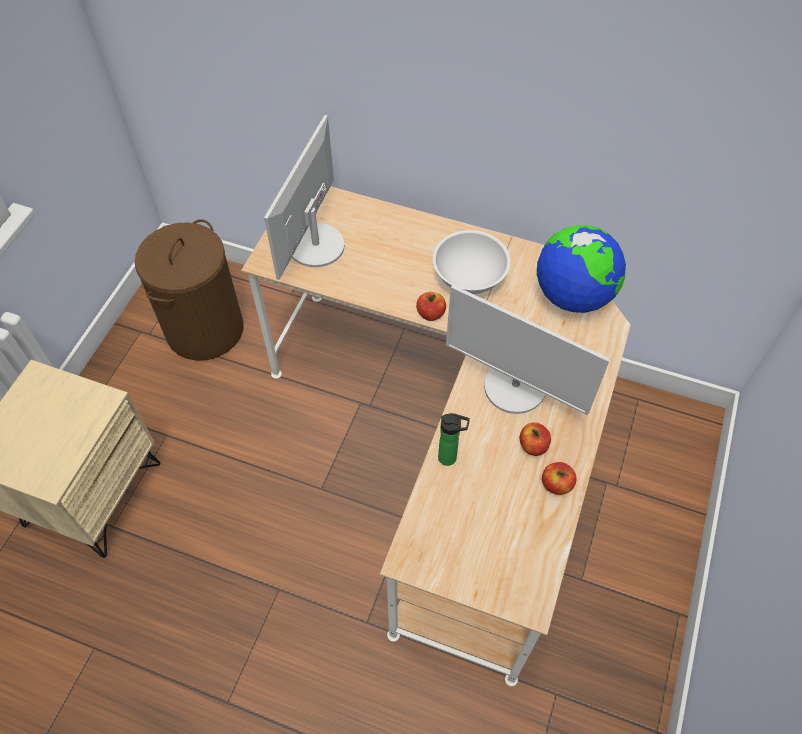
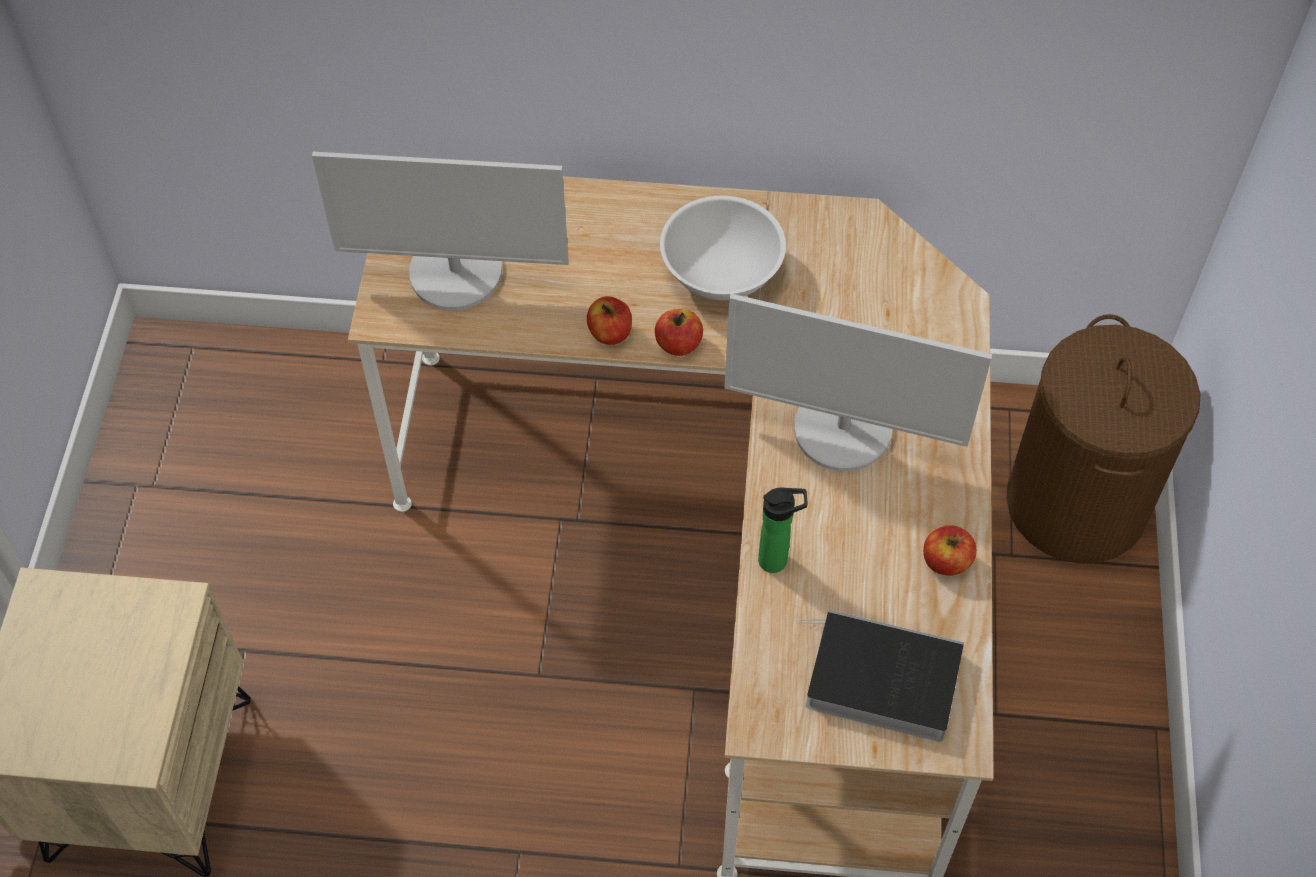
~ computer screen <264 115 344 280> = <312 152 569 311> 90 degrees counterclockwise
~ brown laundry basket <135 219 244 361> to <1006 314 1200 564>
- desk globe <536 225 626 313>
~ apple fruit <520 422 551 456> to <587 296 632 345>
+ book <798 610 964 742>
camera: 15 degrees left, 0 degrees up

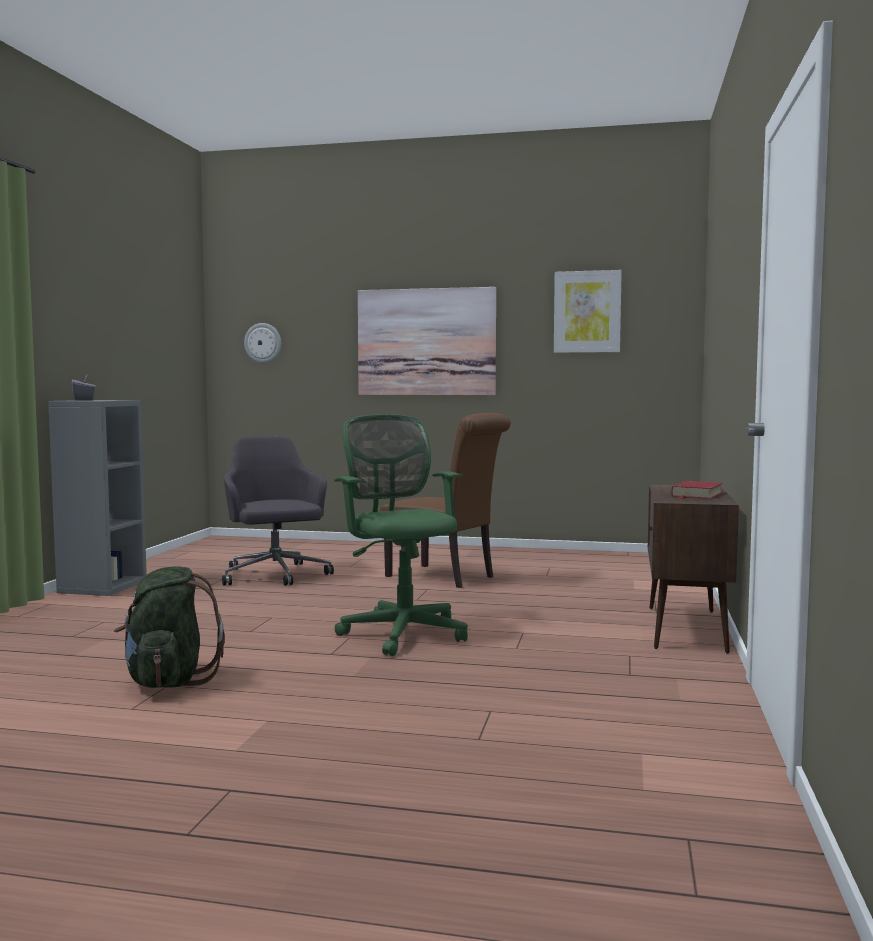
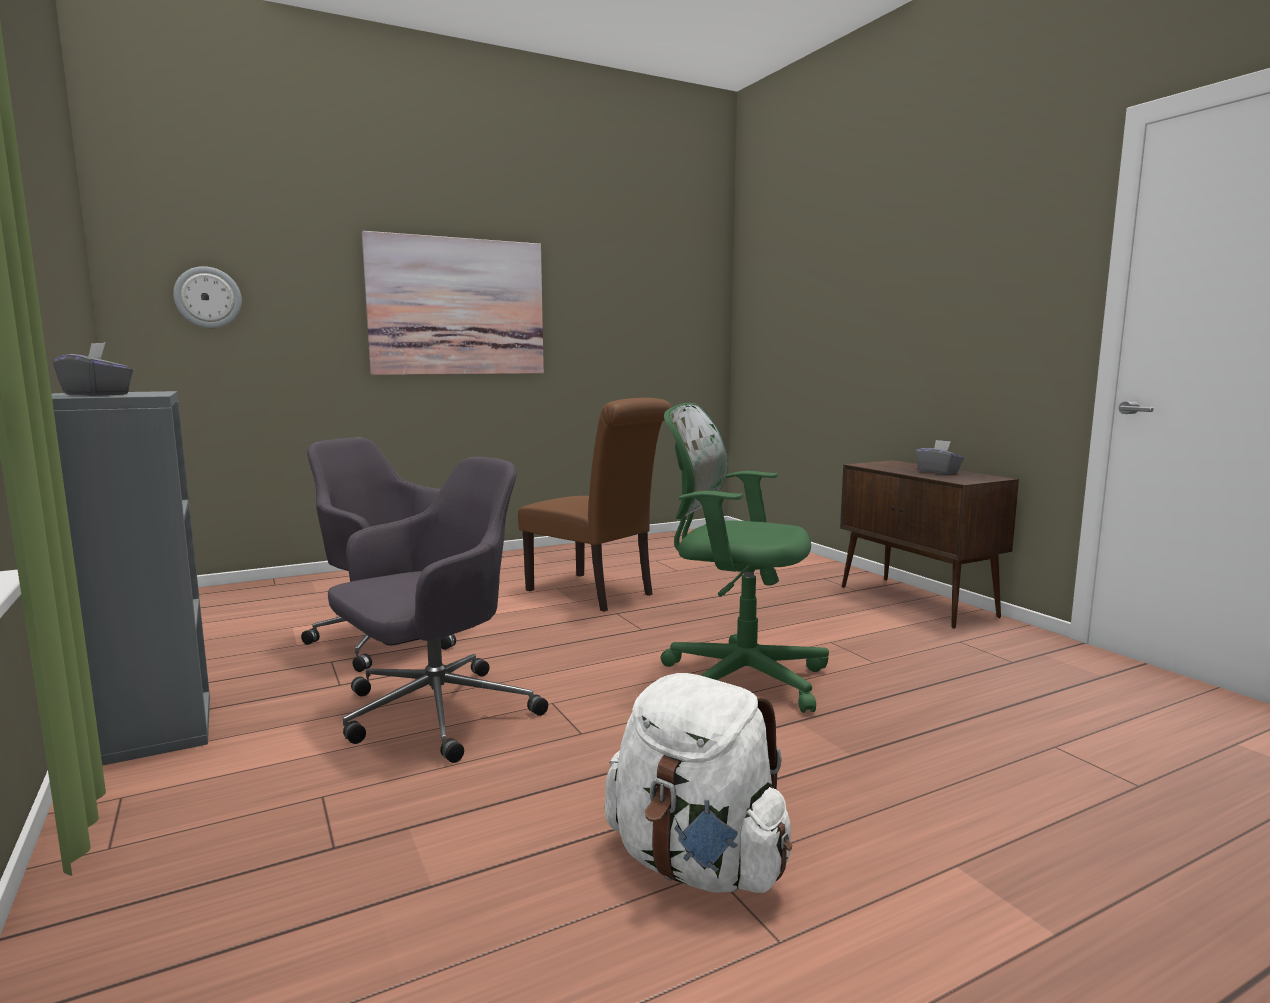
- picture <554 270 622 353>
~ brown chair <380 413 511 588> = <518 398 672 612> 45 degrees clockwise
~ reddish book <672 481 723 499> to greyish tissue holder <915 440 964 474>
~ green rucksack <114 566 225 688> to whitish rucksack <605 673 792 893>
+ greyish desk chair <328 457 548 763>
camera: 40 degrees left, 5 degrees up

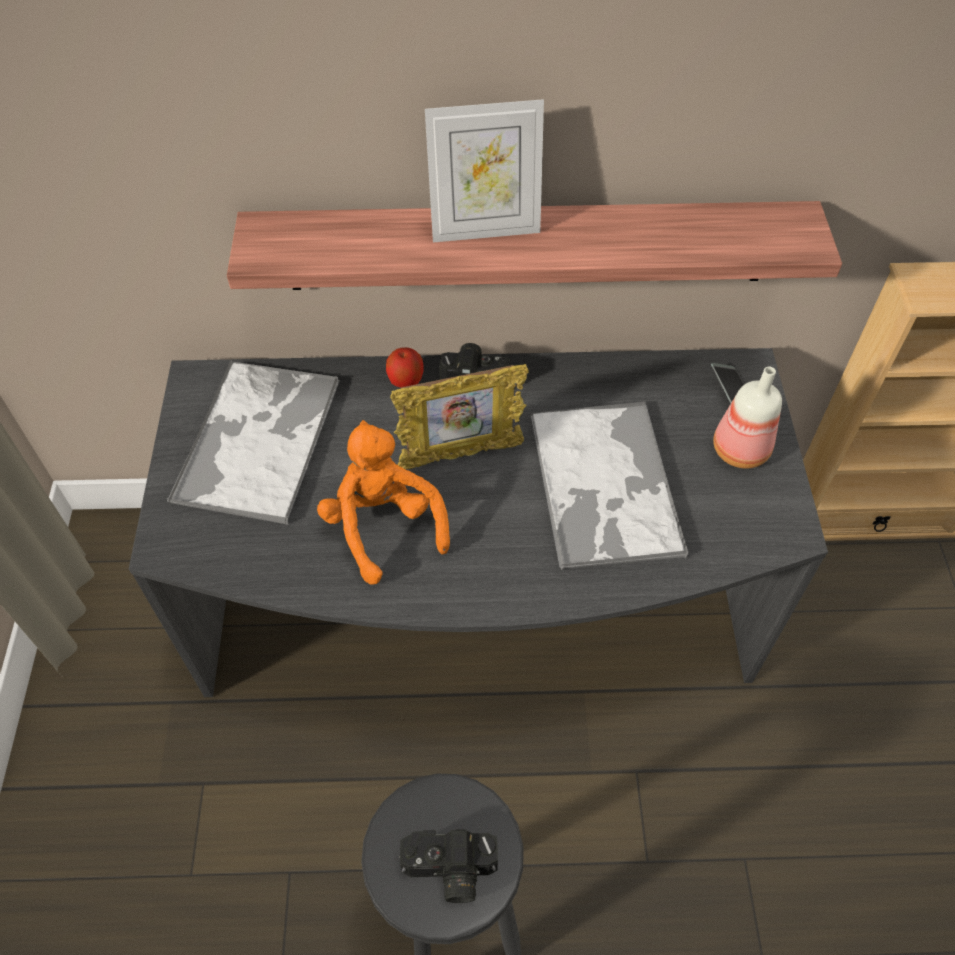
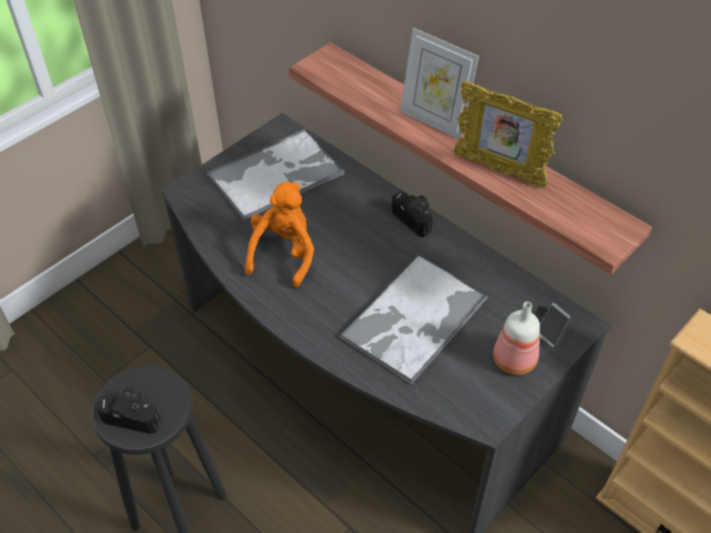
- apple fruit <386 347 424 388>
~ standing frame <390 364 529 469> to <453 81 562 189>
~ photo camera <399 829 498 903> = <96 387 161 434> 150 degrees clockwise
camera: 45 degrees right, 5 degrees down

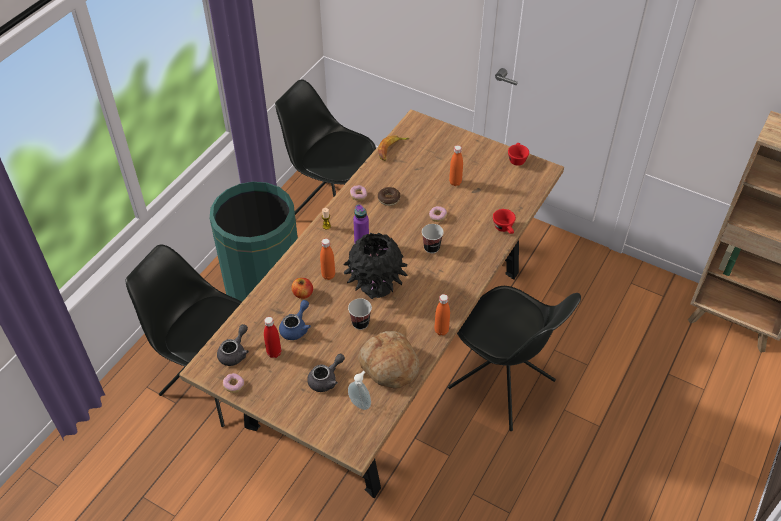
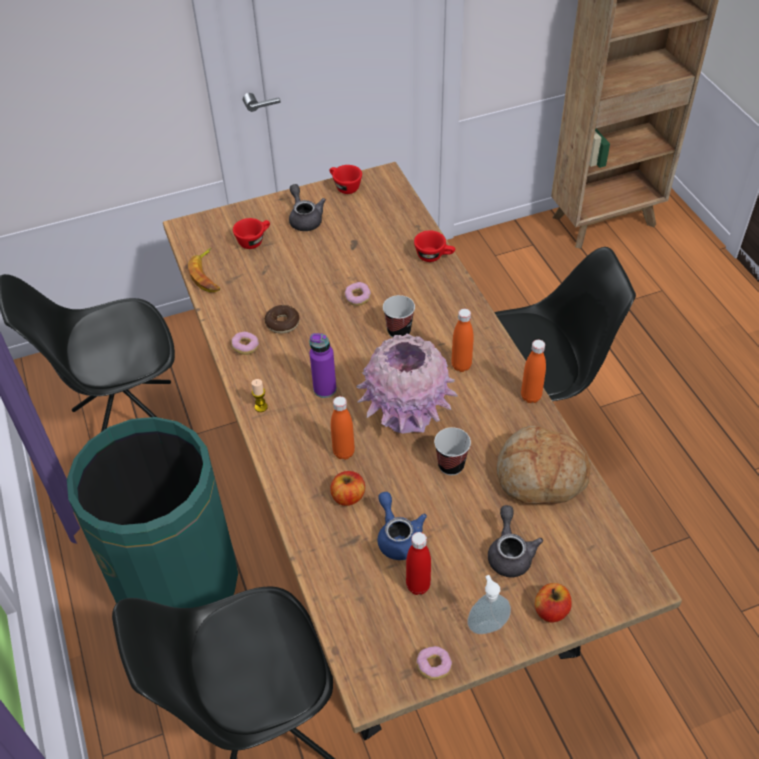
~ orange drink bottle <449 145 463 186> to <451 309 474 372>
~ black-coloured flower vase <344 233 408 299> to pink-coloured flower vase <356 334 458 434>
~ greyish pot for tea <217 324 249 366> to <289 184 326 231>
~ liquid soap bottle <348 371 371 410> to <467 575 511 634>
+ reddish cup <233 218 270 249>
+ apple fruit <535 583 572 622>
camera: 50 degrees left, 0 degrees up

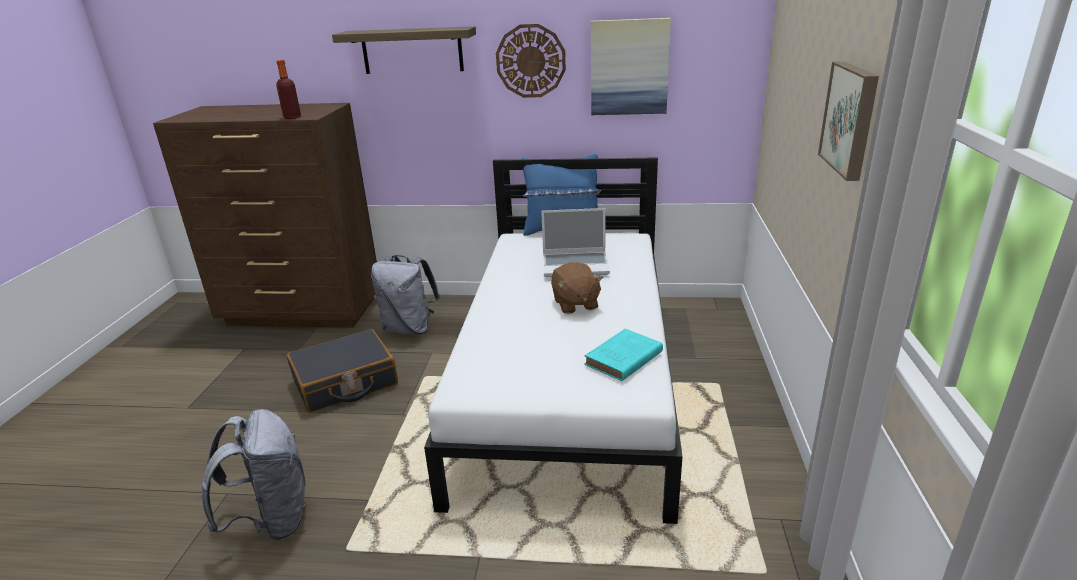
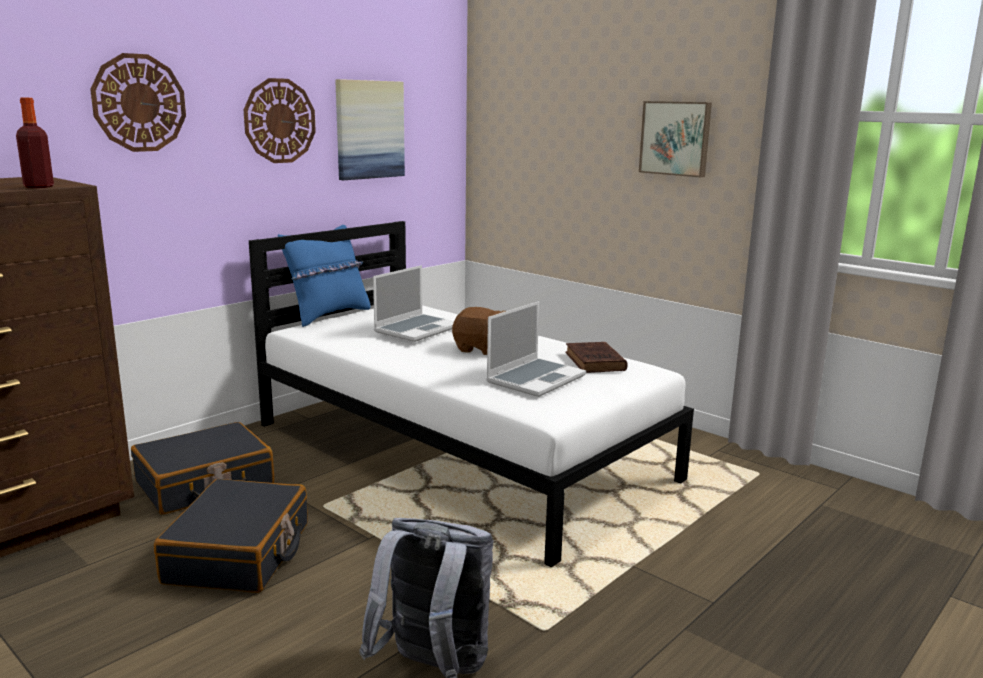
~ wall shelf <332 26 476 74> to clock on the wall <90 53 186 152>
~ greyish rucksack <371 255 440 334> to black-coloured travel case <131 422 274 515>
~ turquoise book <584 329 663 381> to brown book <565 342 628 373>
+ notebook computer <486 301 586 397>
camera: 55 degrees left, 10 degrees down

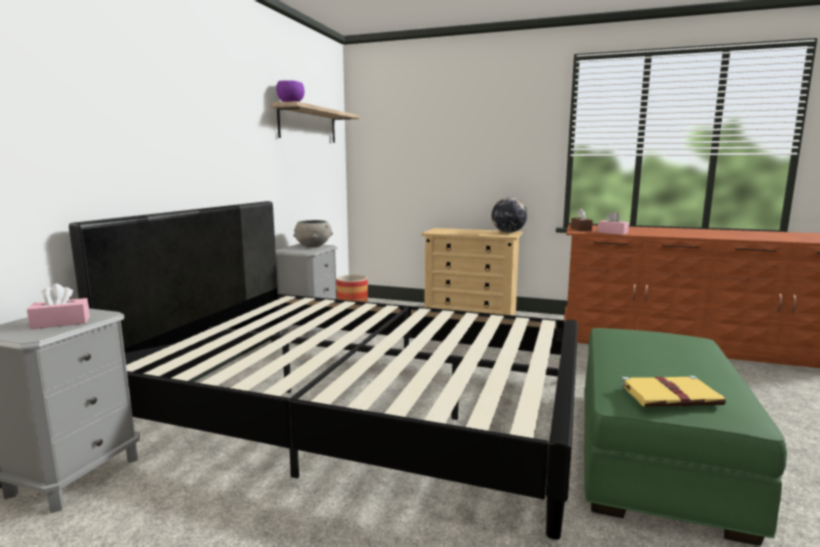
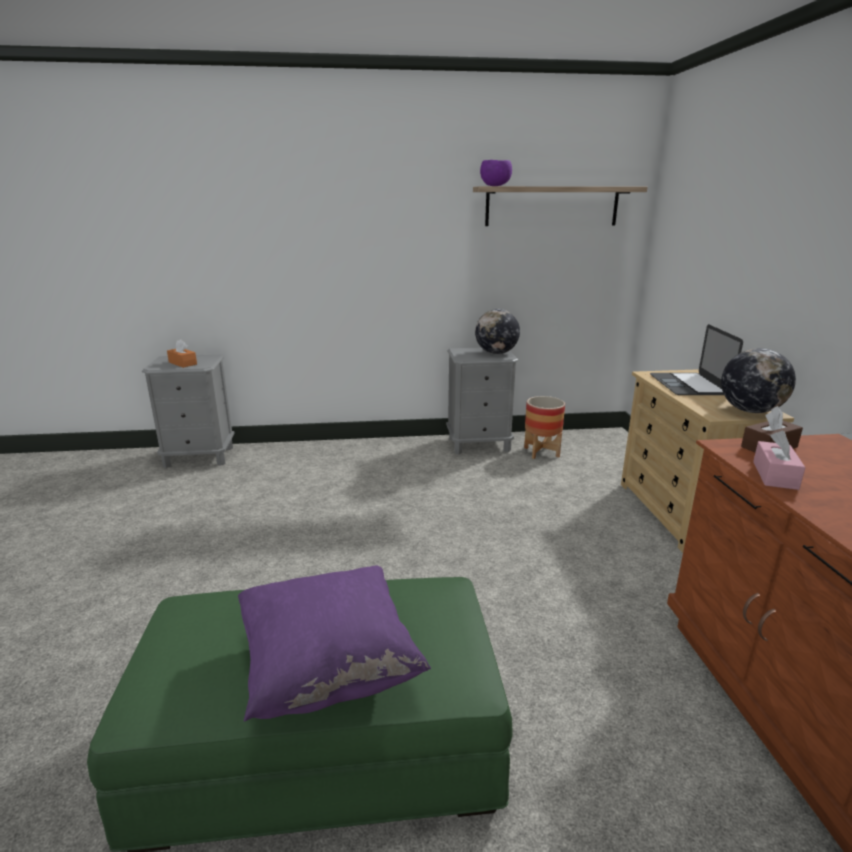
- black-coloured bed <69 201 578 540>
~ greyish bowl <293 220 333 247> to desk globe <475 309 520 354>
~ pink-coloured tissue holder <27 284 90 329> to orange tissue holder <167 339 197 368>
- yellow-coloured book <621 376 726 407>
+ notebook computer <650 324 743 395>
+ purple cushion <238 565 431 722>
camera: 65 degrees right, 10 degrees up

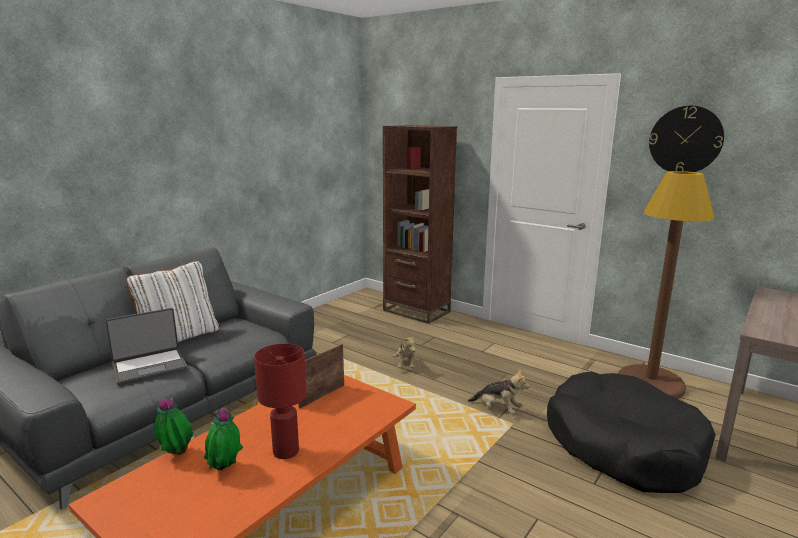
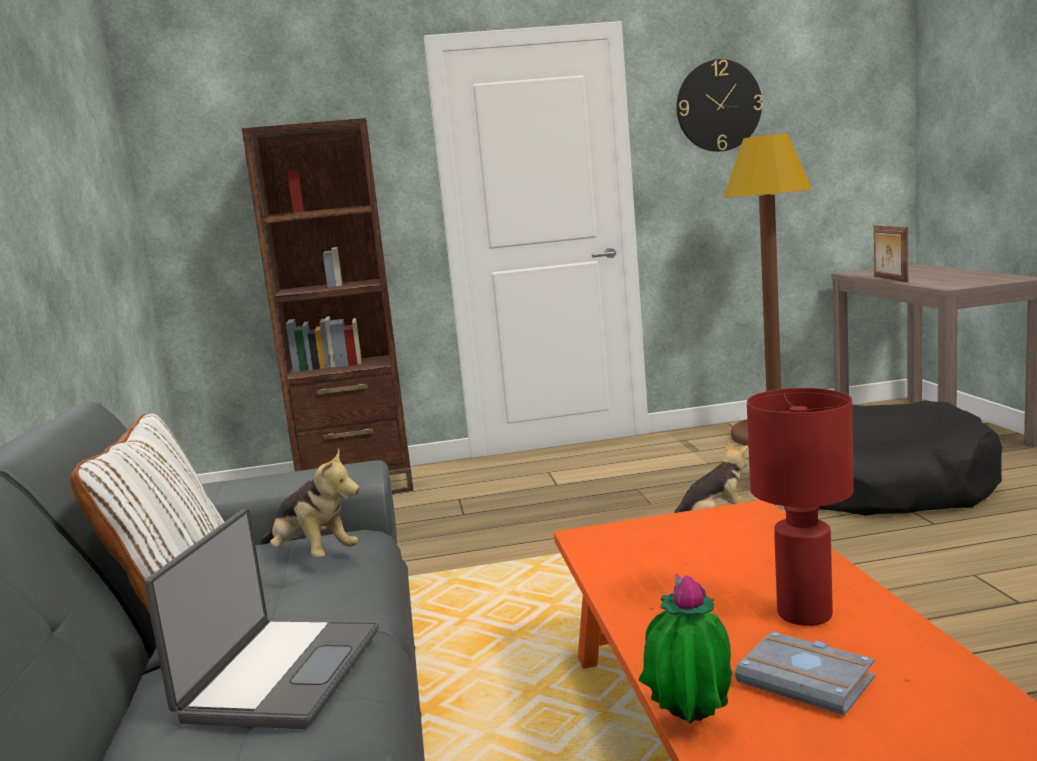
~ cuddly toy <393 334 416 368> to <260 449 360 558>
~ standing frame <298 344 344 409> to <874 225 908 282>
~ potted plant <204 408 243 470> to greyish book <735 631 875 716>
camera: 45 degrees left, 5 degrees down

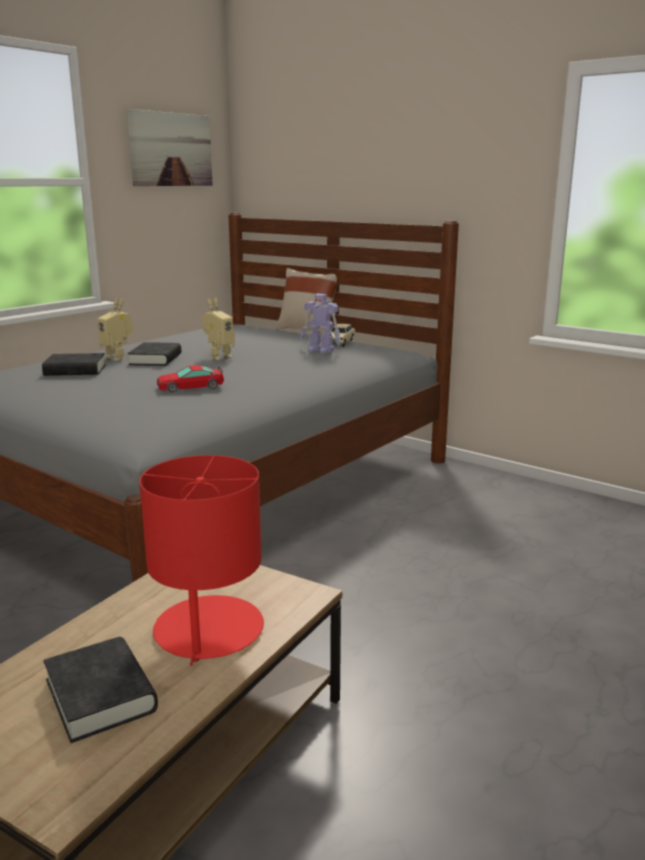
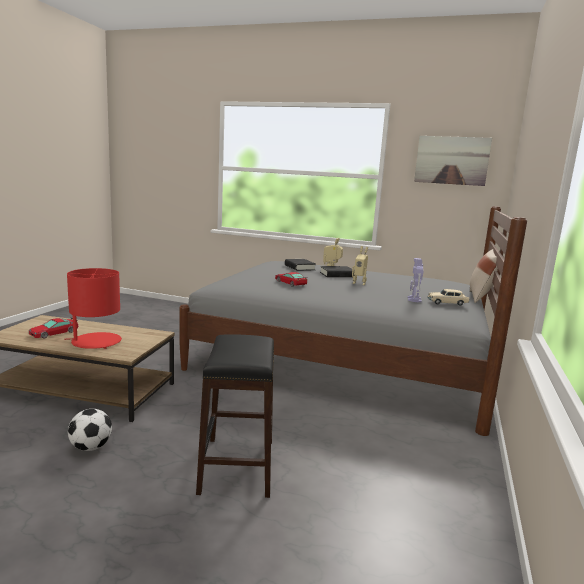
~ black-coloured book <44 637 158 743> to toy car <29 318 79 338>
+ black-coloured stool <196 334 274 498>
+ ball for football <68 409 112 451>
camera: 70 degrees right, 5 degrees down

